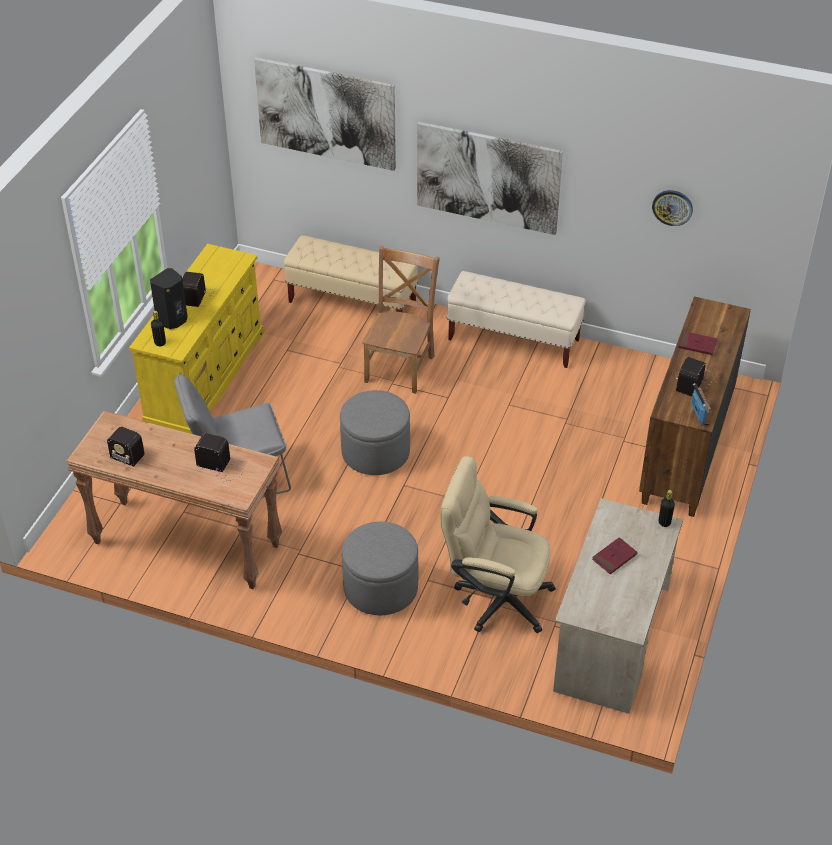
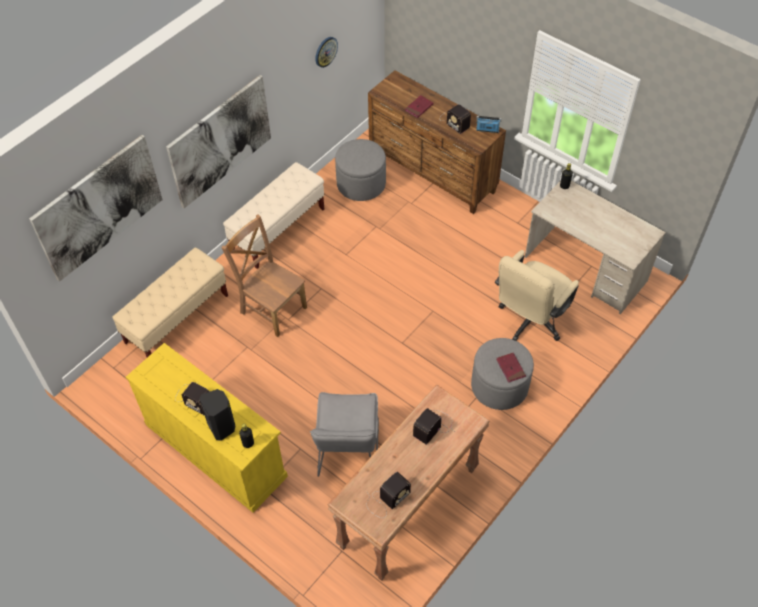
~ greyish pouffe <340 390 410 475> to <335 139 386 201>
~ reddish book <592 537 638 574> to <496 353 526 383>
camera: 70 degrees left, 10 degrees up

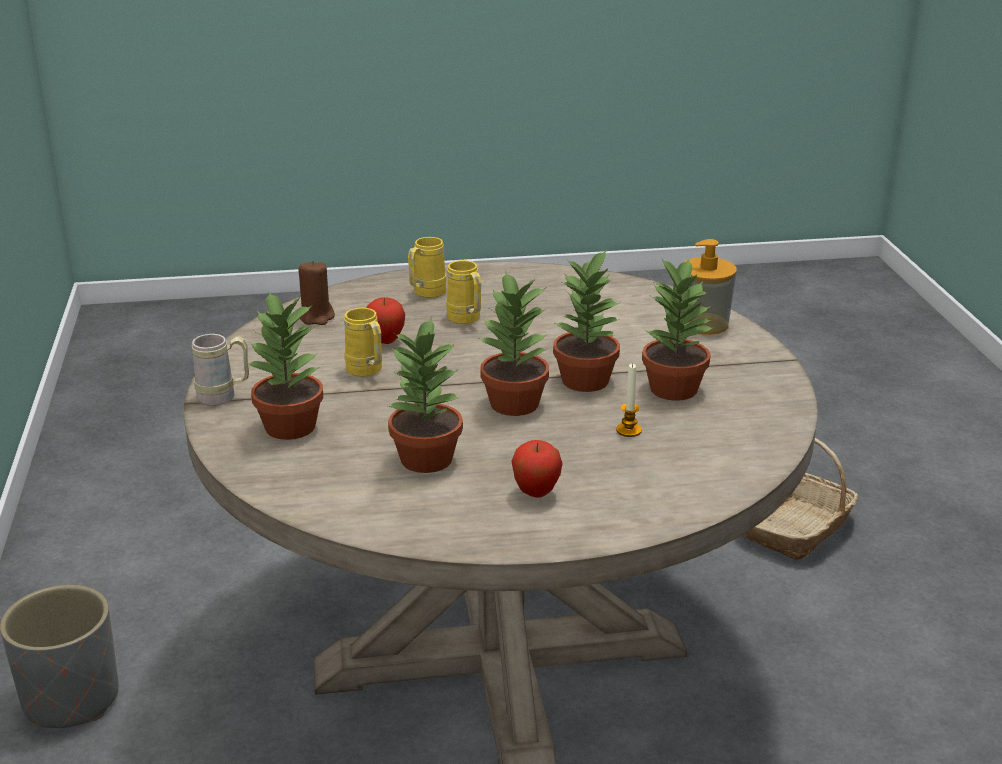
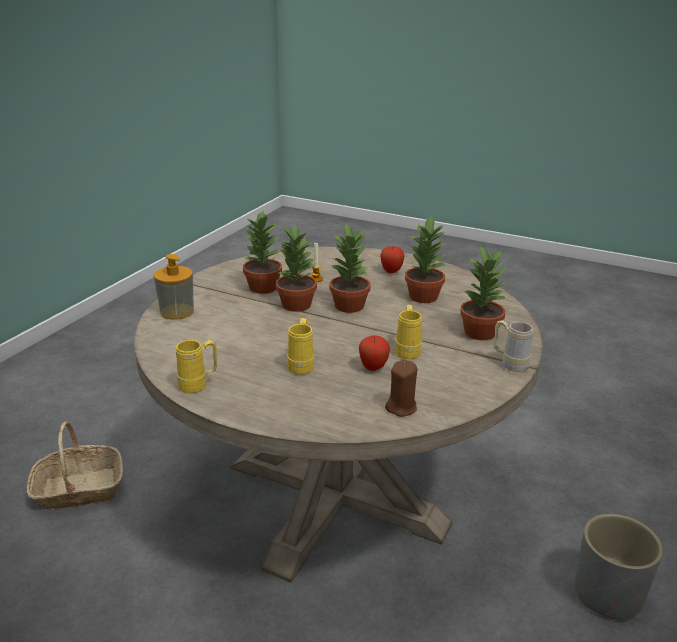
~ yellow-coloured mug <408 237 447 298> to <176 340 217 393>
camera: 145 degrees left, 0 degrees up

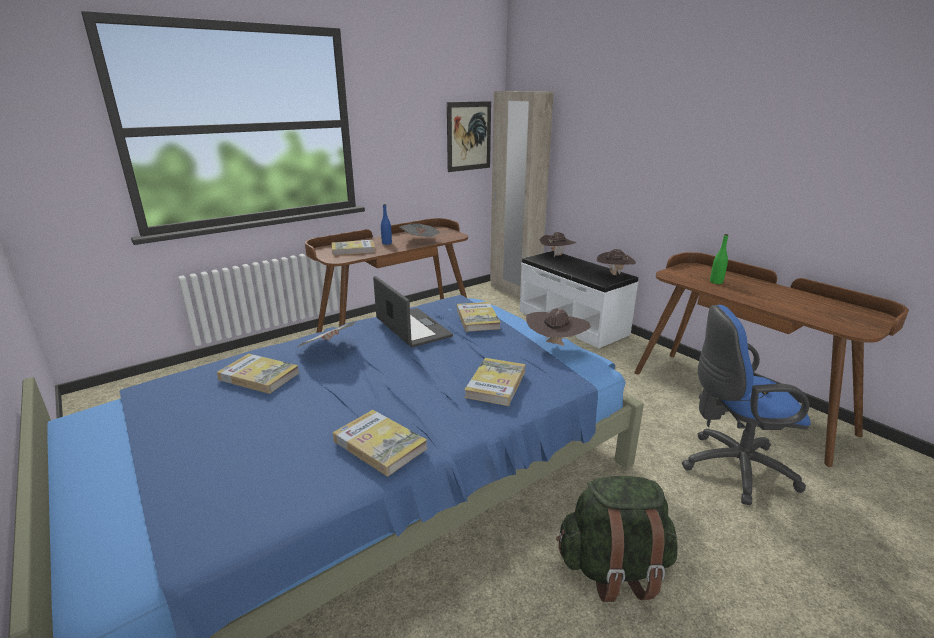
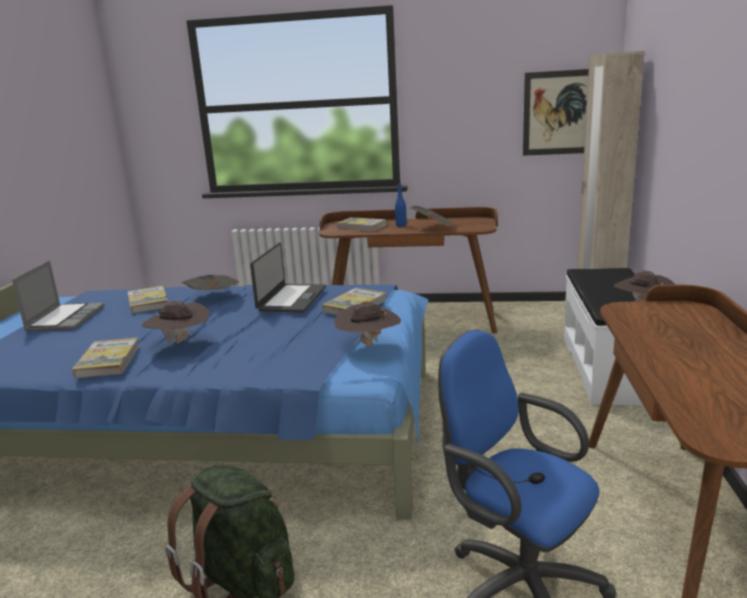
~ brown wearable hat <540 232 577 257> to <141 301 210 345>
- green drink bottle <710 234 728 284>
- book <464 358 525 406>
+ notebook computer <12 260 105 331>
camera: 45 degrees right, 5 degrees down

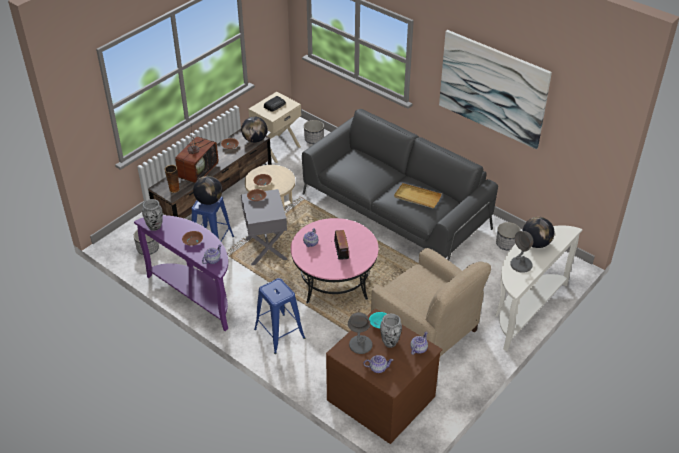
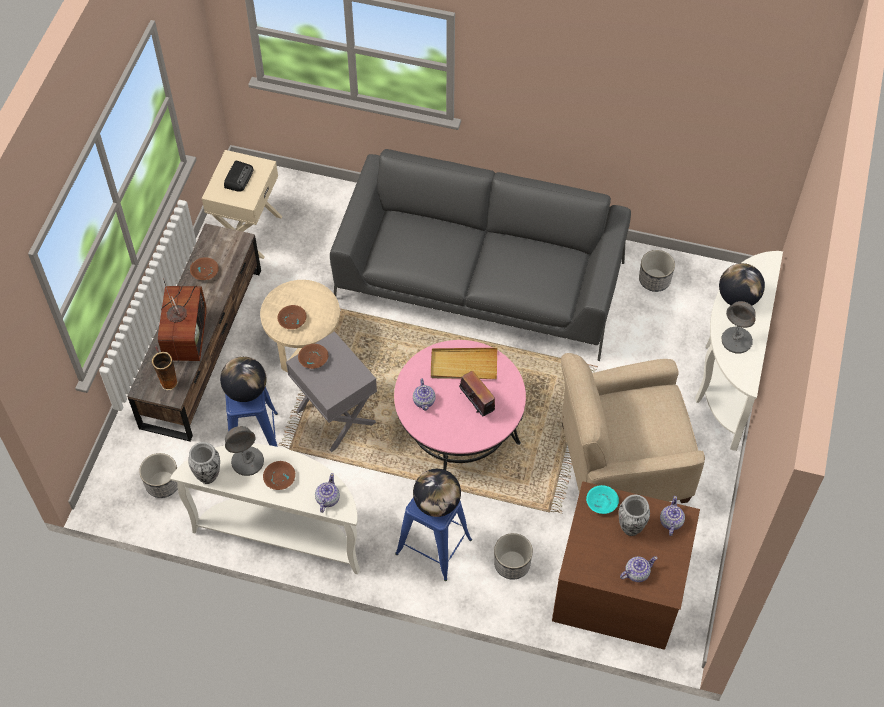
- picture <439 30 552 149>
~ desk globe <241 116 268 143> to <413 469 461 517>
~ flower pot <304 120 324 144> to <494 533 533 580>
~ beige-coloured carrying tray <394 183 442 208> to <431 348 497 379>
~ purple console table <134 215 228 331> to whitish console table <170 444 360 574>
~ beige-coloured easy chair <371 248 491 356> = <561 353 705 503> 150 degrees clockwise
~ greyish tabletop lamp <348 312 372 354> to <225 426 264 476>
camera: 25 degrees left, 15 degrees up

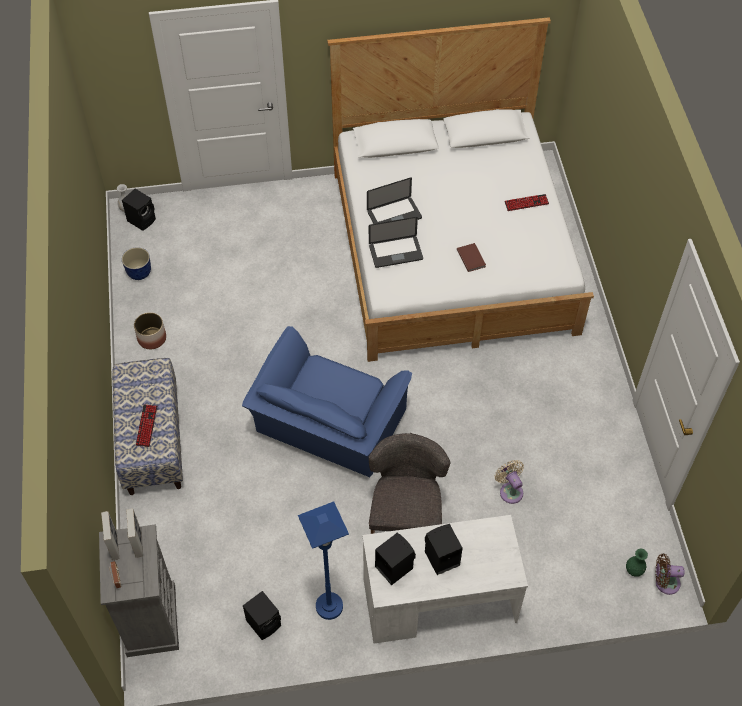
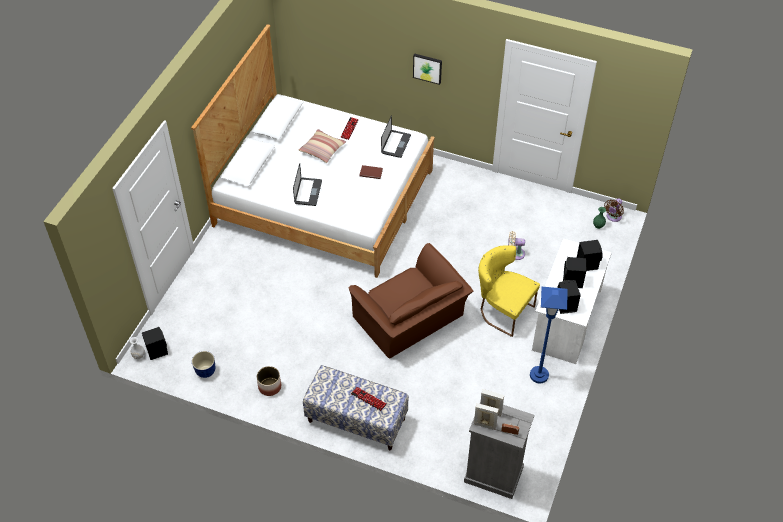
~ notebook computer <369 217 423 268> to <381 115 411 158>
~ blue easy chair <242 326 412 477> to brown easy chair <349 243 473 359>
~ greyish chair <368 433 450 534> to yellow-coloured chair <478 245 540 337>
~ black-coloured audio speaker <243 591 281 640> to <577 240 603 271>
+ picture <413 53 442 85>
+ cushion <299 129 346 163>
camera: 60 degrees left, 5 degrees down

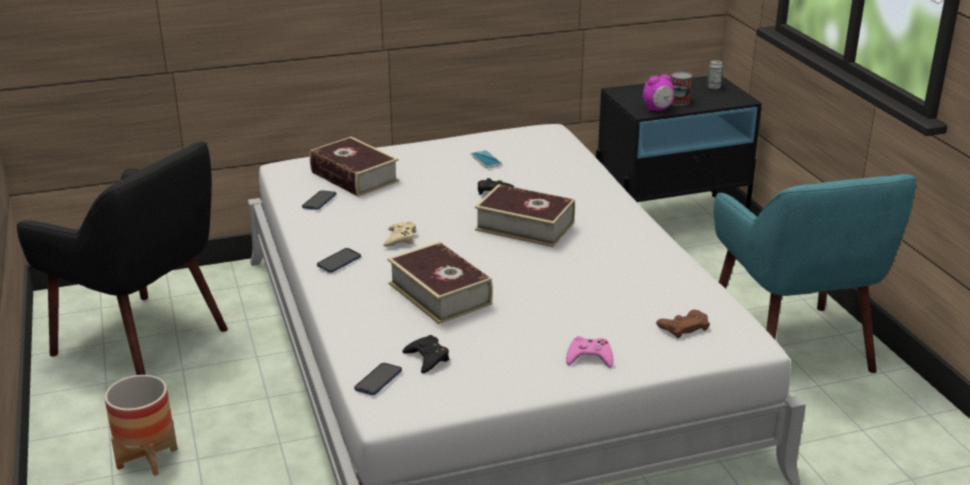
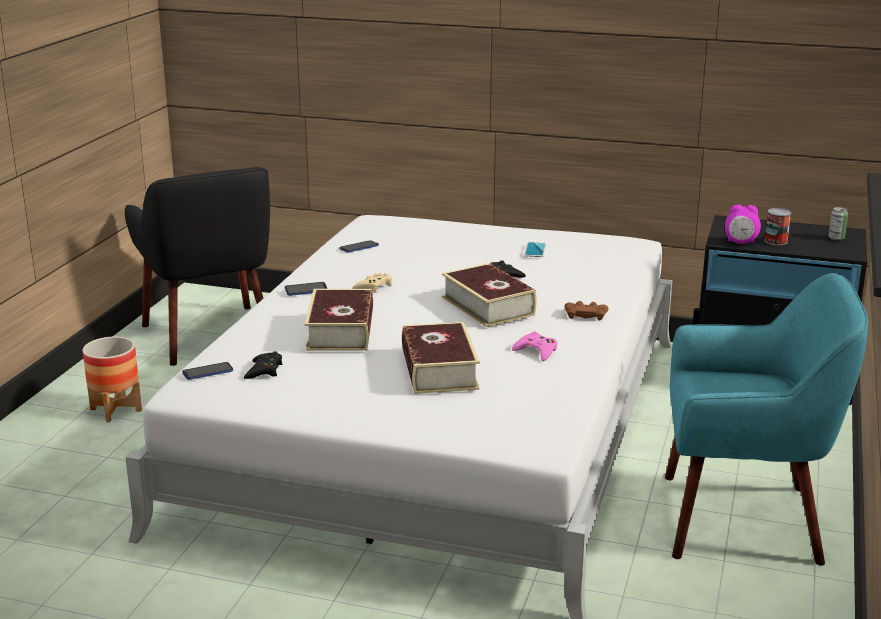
~ book <310 137 399 197> to <402 322 480 394>
~ turquoise easy chair <714 174 916 373> = <665 273 868 566> 105 degrees counterclockwise
~ brown joypad <656 310 710 338> to <564 301 609 321>
~ pink-coloured joypad <566 336 614 368> to <512 331 557 361>
camera: 35 degrees right, 5 degrees down

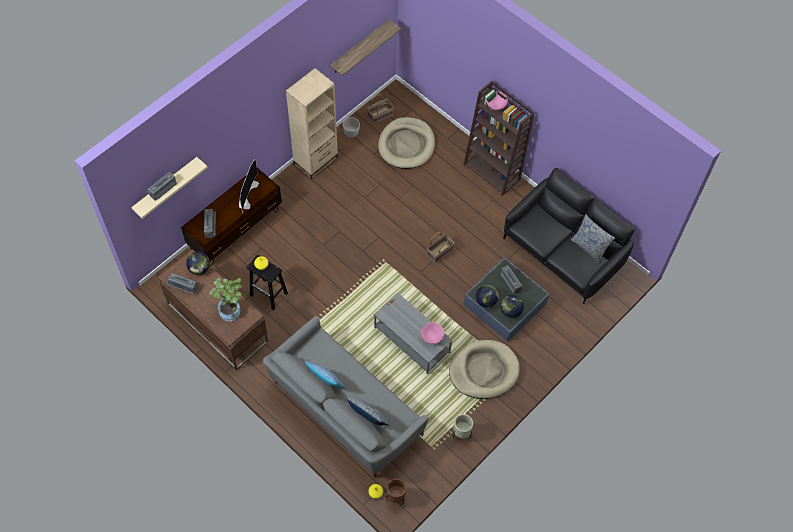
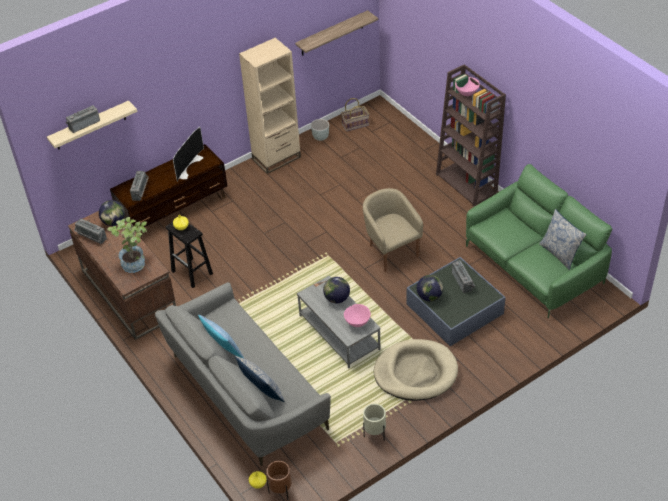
- beige-coloured pet bed <378 117 435 169>
~ black-coloured sofa <503 168 635 304> to green sofa <466 164 612 318>
~ storage basket <427 232 454 263> to beige-coloured easy chair <363 188 423 272>
~ desk globe <501 295 524 318> to <323 277 350 303>
camera: 15 degrees right, 15 degrees down

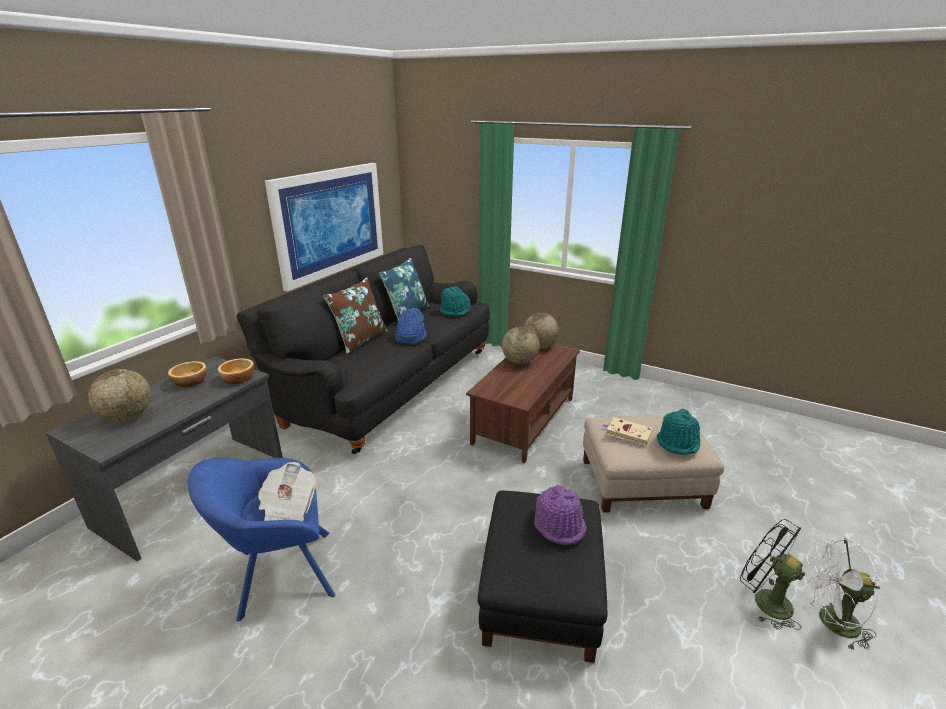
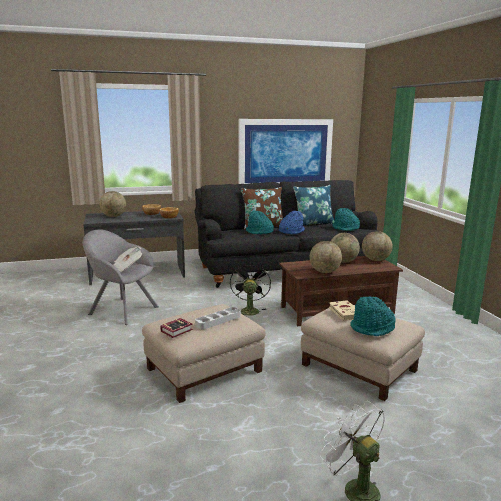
~ blue easy chair <188 458 335 621> to greyish easy chair <83 229 159 325>
~ purple wearable hat <534 485 587 545> to greyish carrying tray <195 307 241 330>
~ black-coloured pouffe <478 490 607 663> to beige-coloured pouffe <142 304 266 403>
~ black-coloured electric fan <740 519 805 630> to <230 262 271 317>
+ turquoise wearable hat <246 211 274 234>
+ desk globe <310 241 342 273>
+ book <160 318 193 338>
camera: 45 degrees right, 10 degrees down

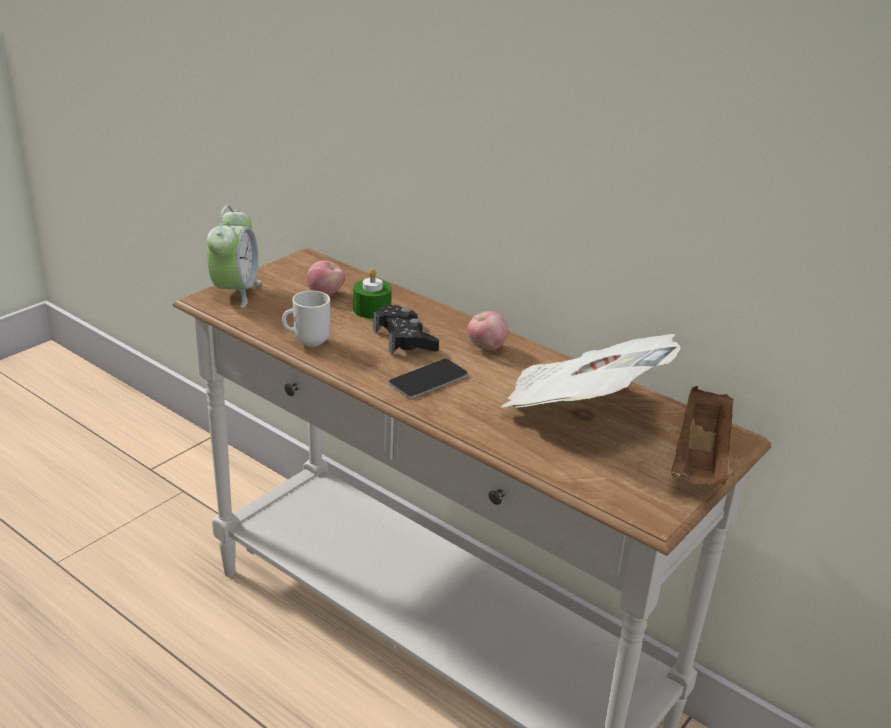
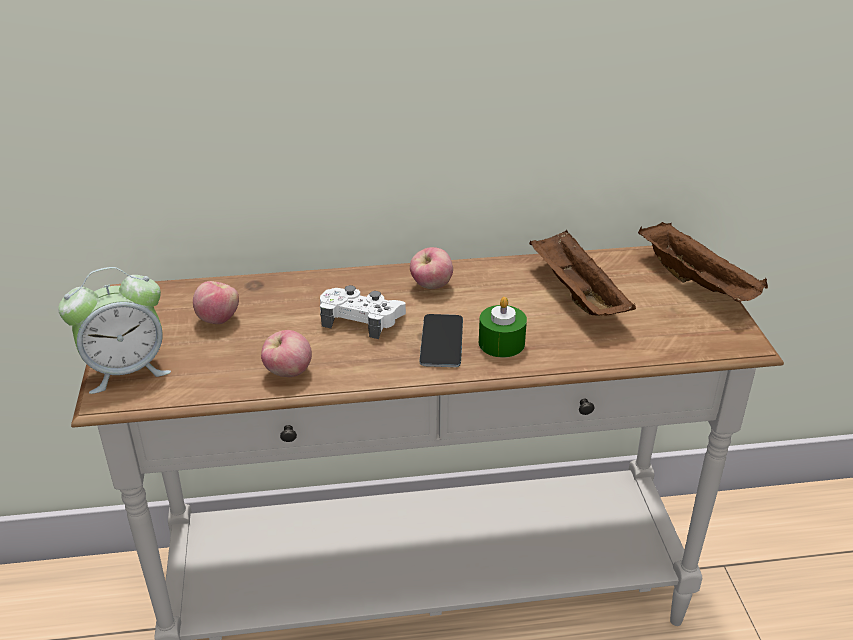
~ bedside clock <207 206 261 308> = <58 267 171 394> 105 degrees clockwise
~ green wax candle <353 268 392 319> to <479 297 527 358>
~ mug <282 291 330 347> to apple fruit <261 330 312 377>
~ black-coloured joypad <373 305 439 355> to whitish joypad <320 285 406 339>
~ newspaper <501 334 680 408> to brown carrying tray <529 230 636 316>
camera: 45 degrees left, 5 degrees up

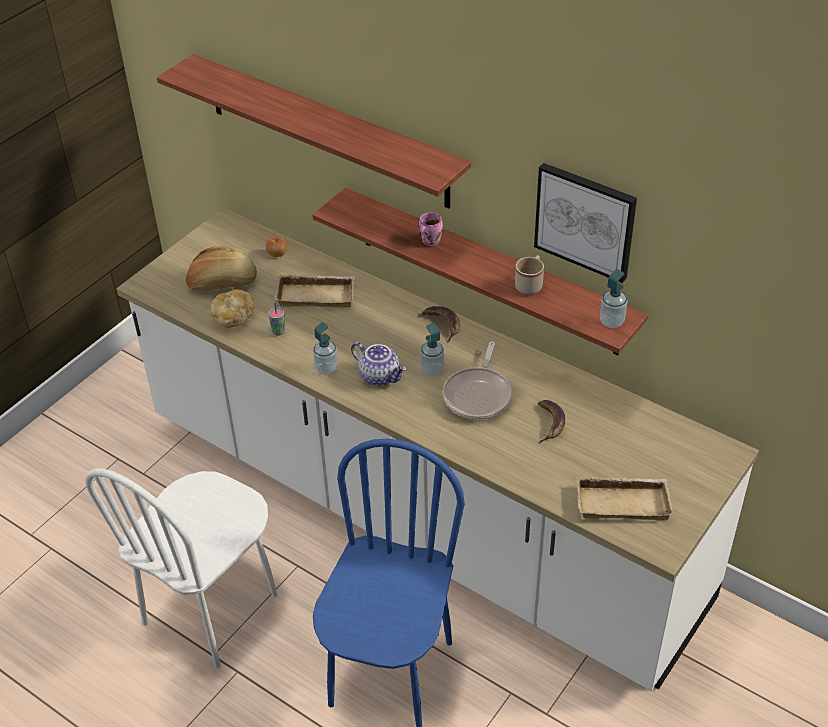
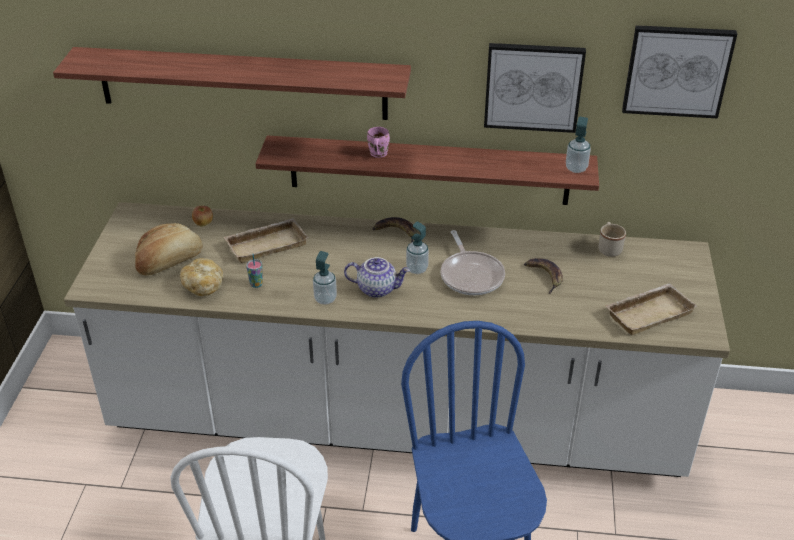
~ beige-coloured mug <515 255 544 295> to <598 222 626 257>
+ picture <622 25 737 119>
camera: 30 degrees left, 5 degrees down

